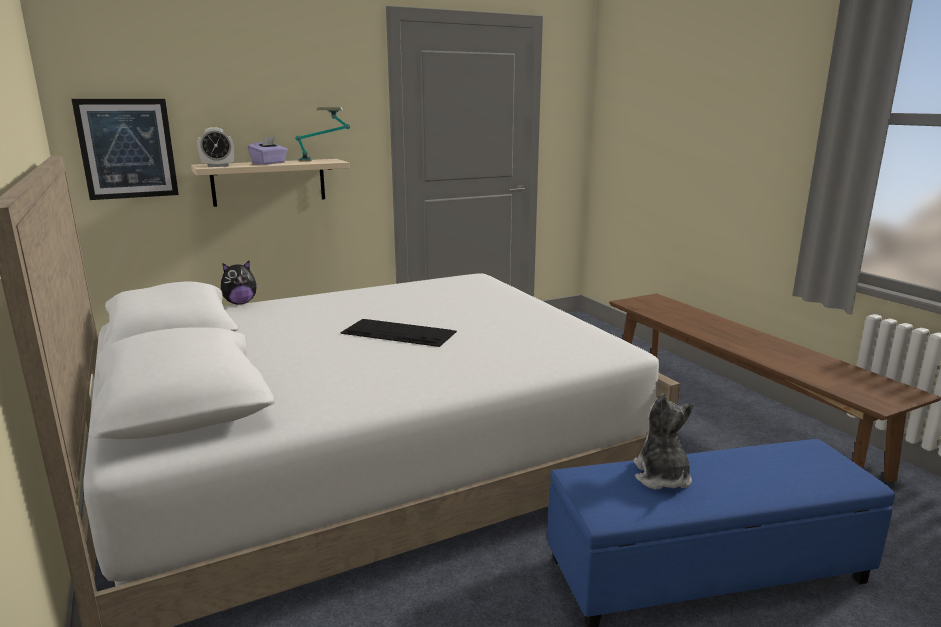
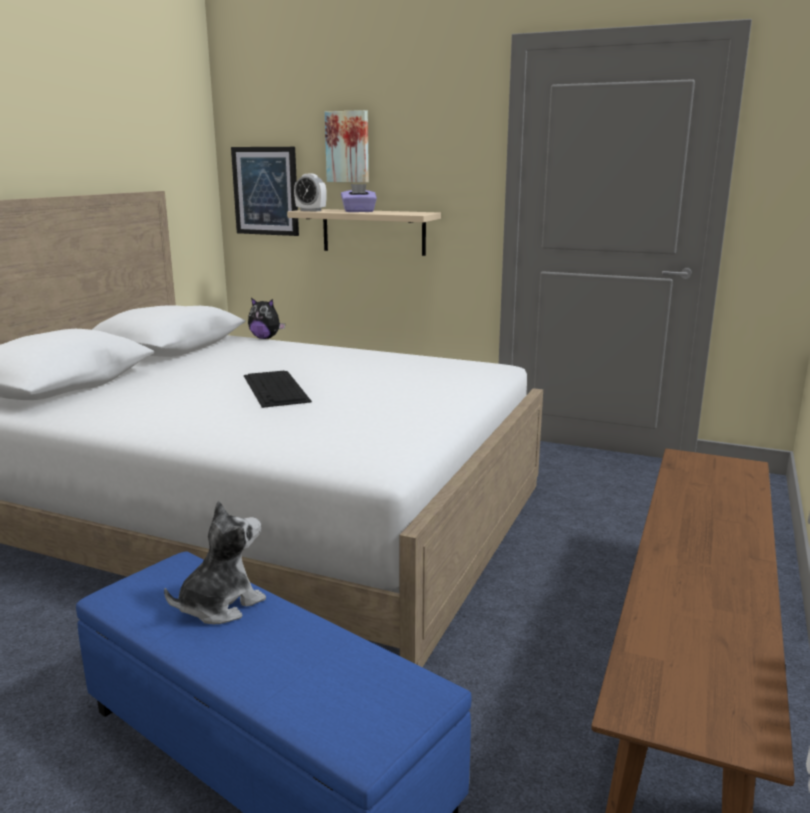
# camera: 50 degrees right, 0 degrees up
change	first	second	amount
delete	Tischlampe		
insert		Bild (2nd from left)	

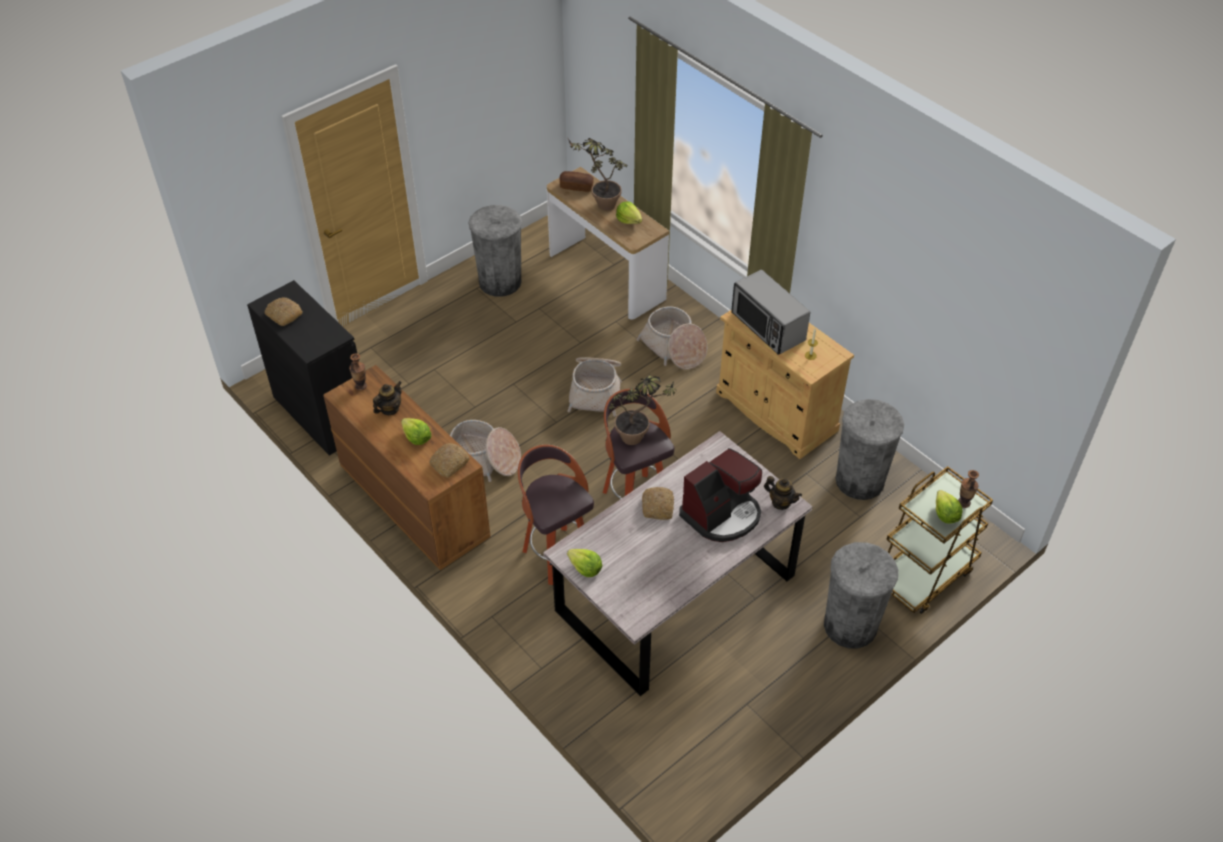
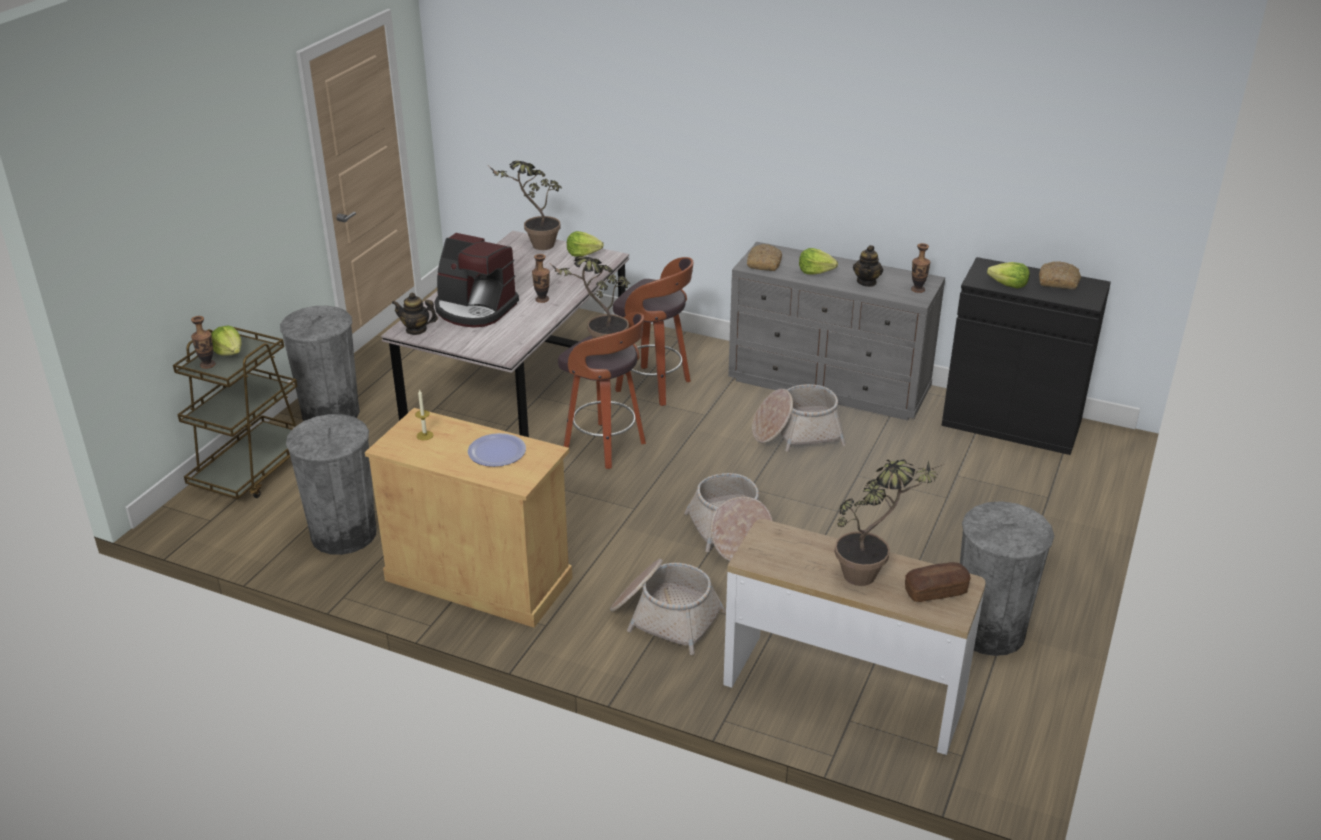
# camera: 155 degrees right, 15 degrees down
change	first	second	amount
insert		Topfpflanze (1st from left)	
move	Salatkopf (3rd from left in the first image)	Salatkopf (4th from left)	
replace	Brot (4th from left)	Vase (2nd from left)	
replace	Mikrowelle	Teller	
recolor	Kommode/braun	Kommode/grau	
rotate	Kaffeemaschine		90 degrees counterclockwise

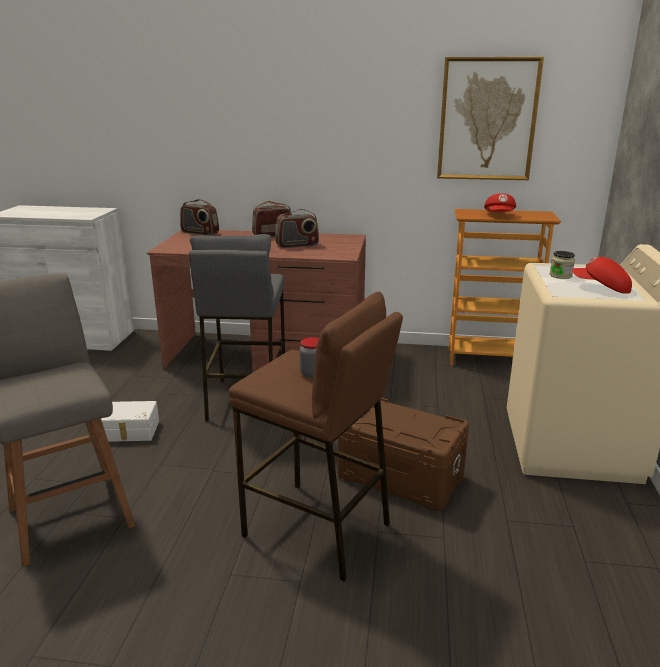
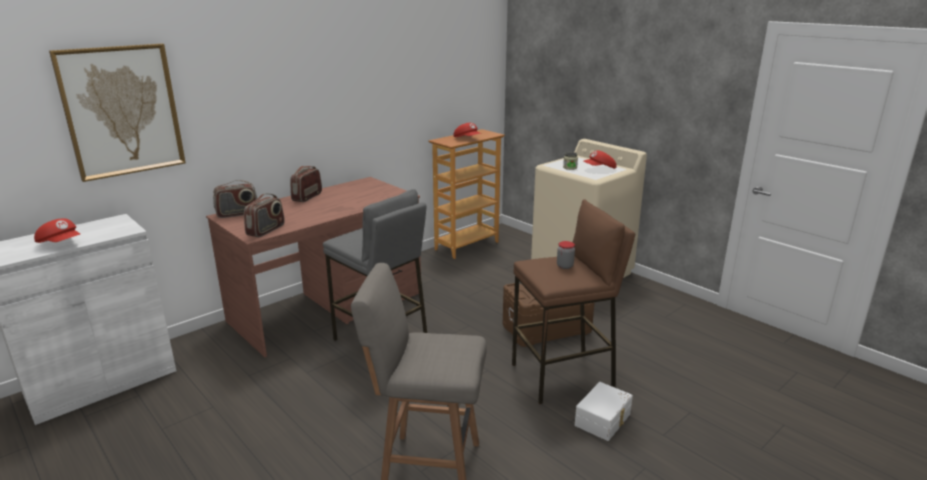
# camera: 50 degrees left, 0 degrees up
change	first	second	amount
insert		Kappe/rot (1st from left)	
move	Aufbewahrungsbox/weiß		
move	Radio (3rd from left in the first image)	Radio (2nd from left)	
move	Bild		

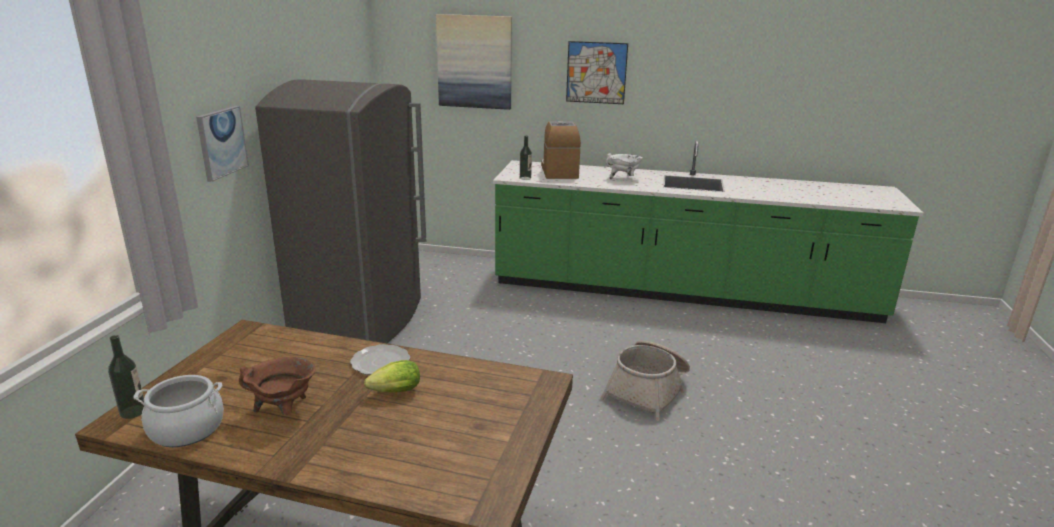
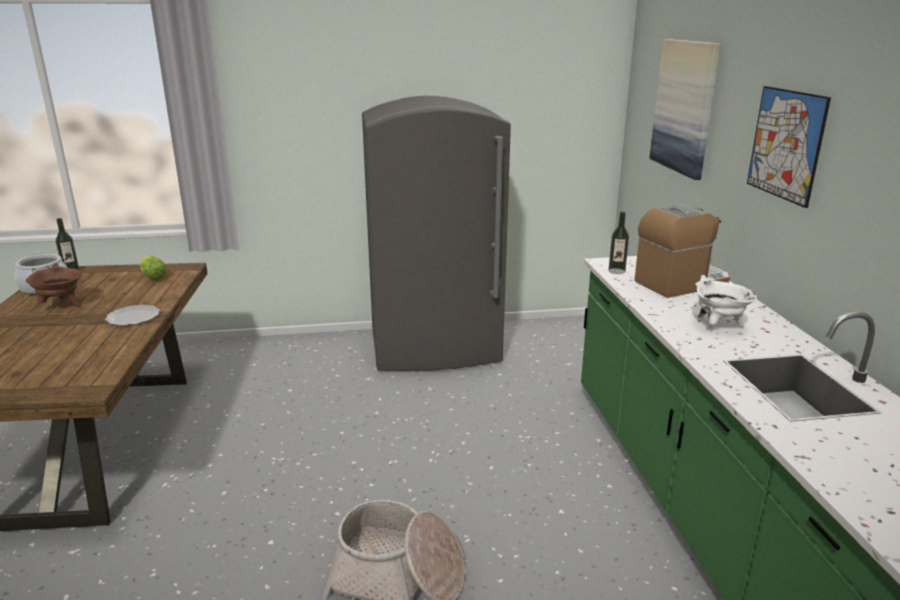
# camera: 70 degrees right, 0 degrees up
change	first	second	amount
delete	Bild (1st from left)		
move	Salatkopf		

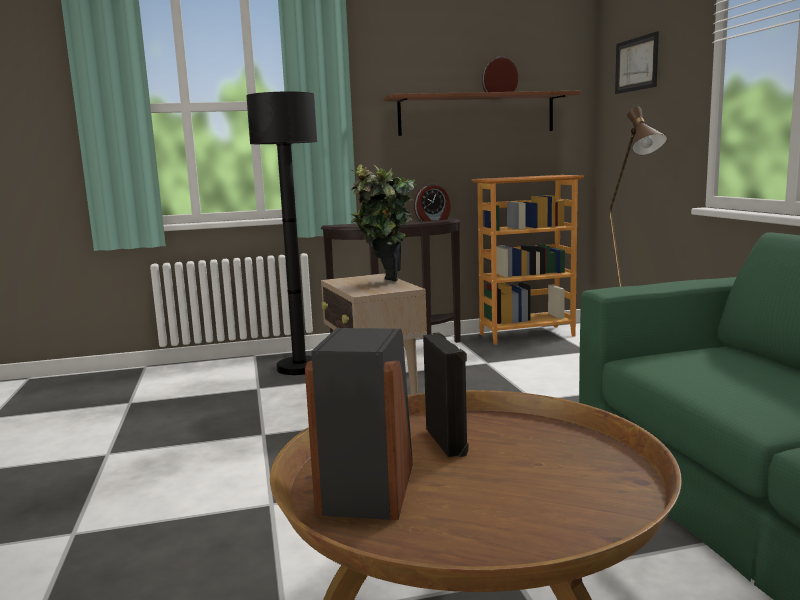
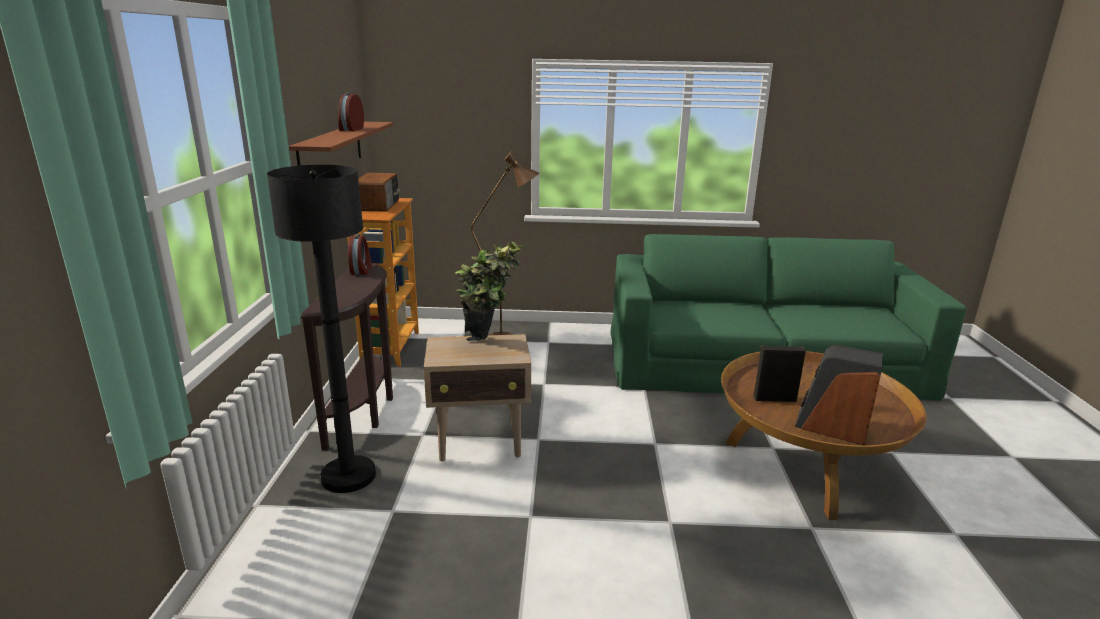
# camera: 75 degrees left, 10 degrees up
change	first	second	amount
delete	Bild		
insert		Radio	

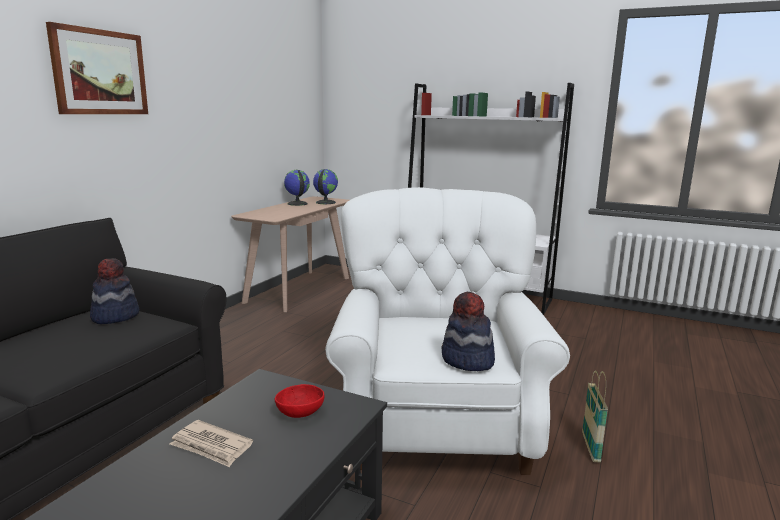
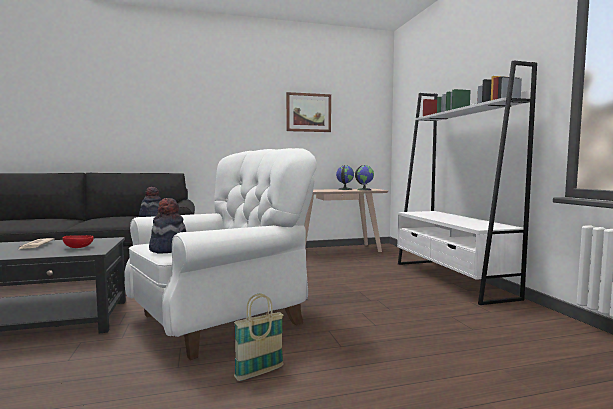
# camera: 50 degrees right, 10 degrees down
change	first	second	amount
move	Bild		

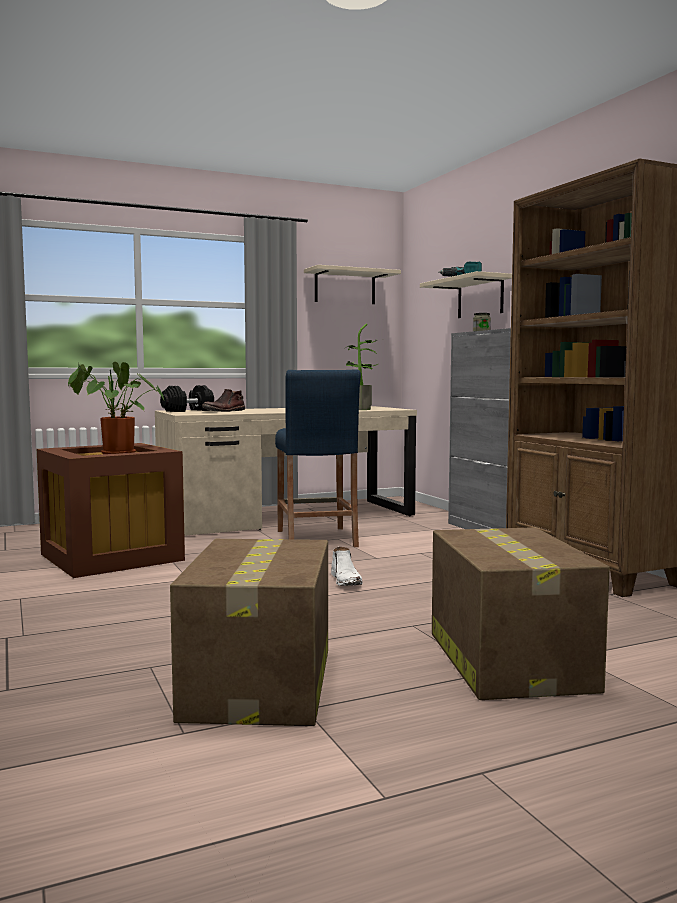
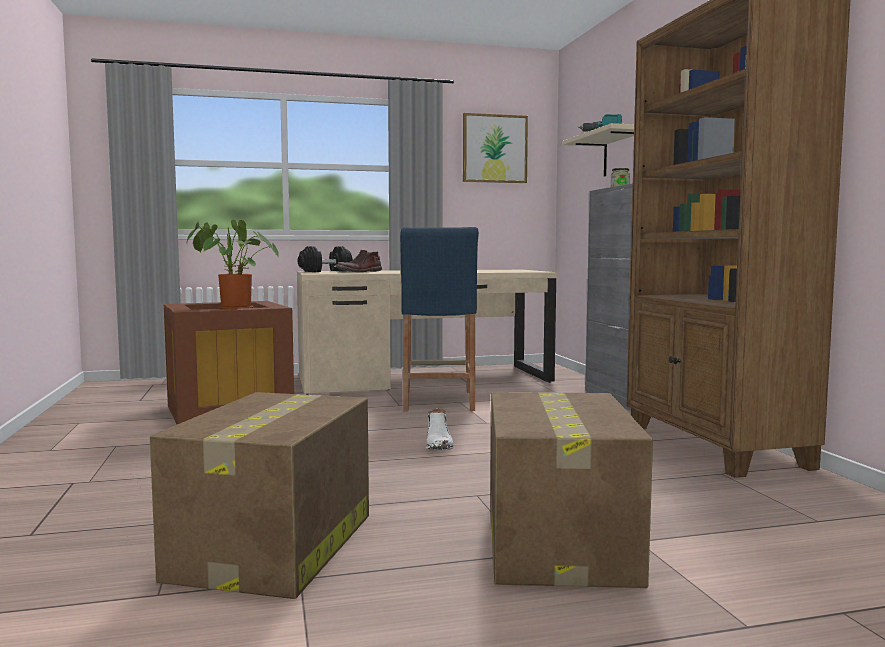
# camera: 10 degrees right, 0 degrees up
change	first	second	amount
delete	Topfpflanze (2nd from left)		
replace	Wandregal/beige (1st from left)	Bild	

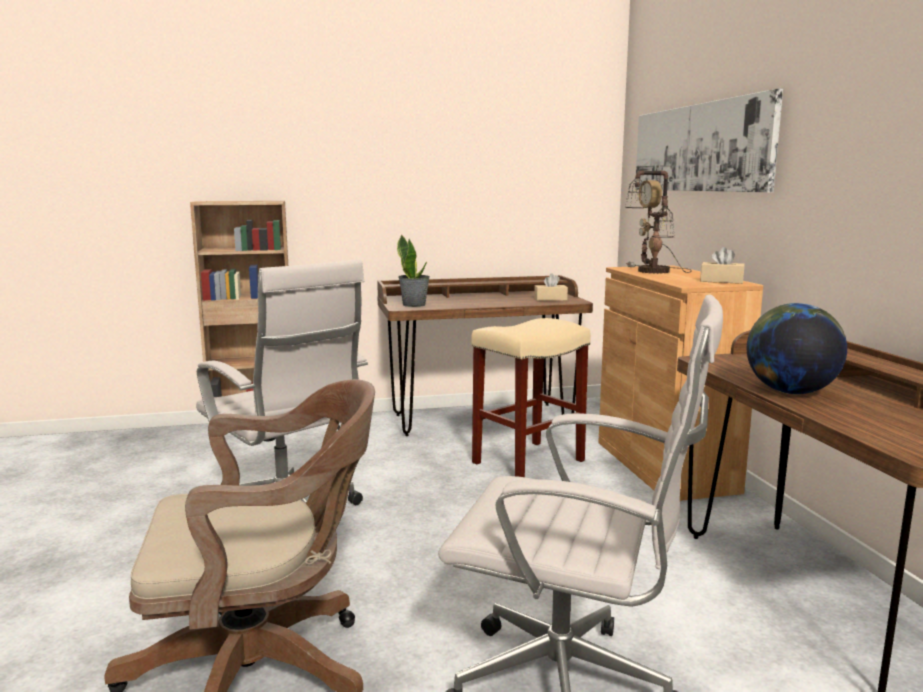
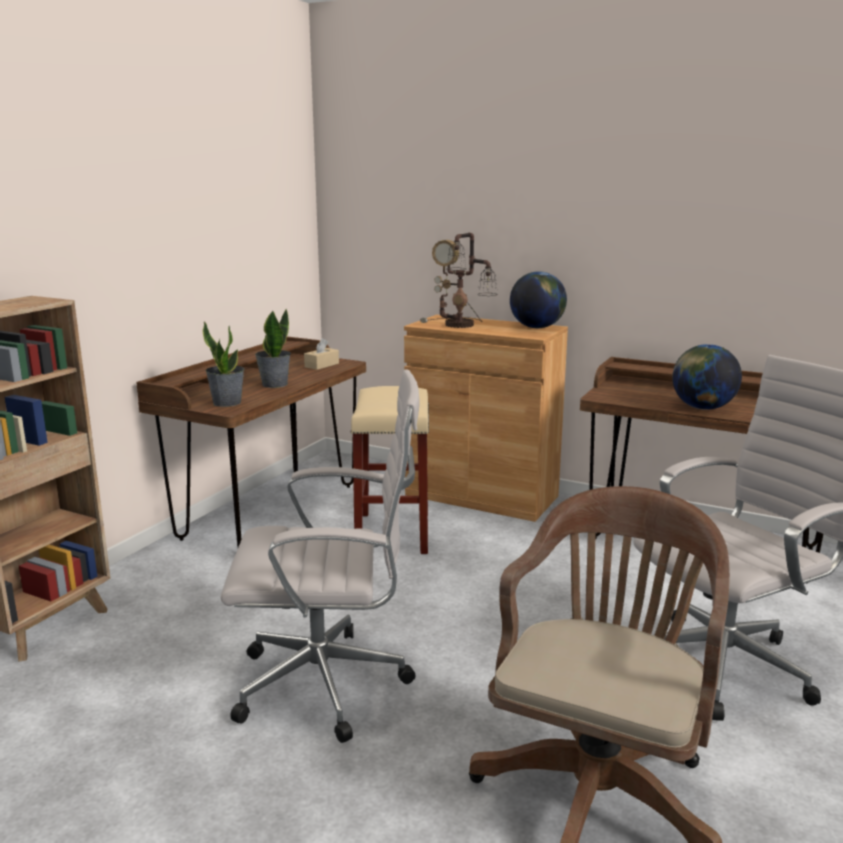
# camera: 50 degrees left, 5 degrees up
change	first	second	amount
delete	Bild		
insert		Topfpflanze (2nd from left)	
replace	Taschentuchbox/beige (2nd from left)	Globus (1st from left)	

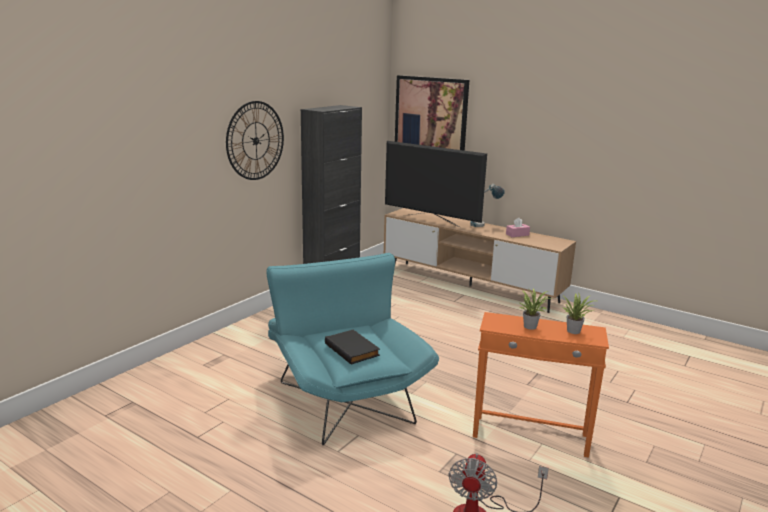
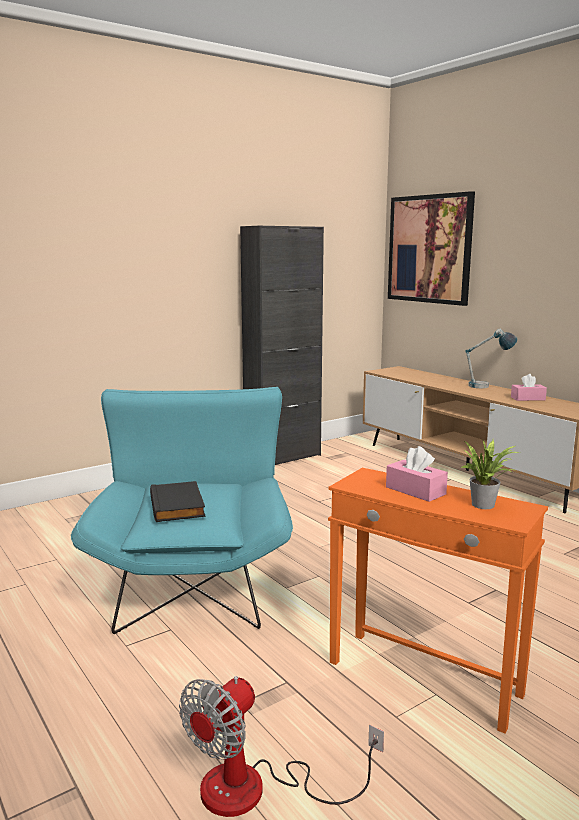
# camera: 20 degrees right, 5 degrees down
change	first	second	amount
delete	Wanduhr		
delete	Fernseher		
replace	Topfpflanze (1st from left)	Taschentuchbox/rosa (1st from left)	

